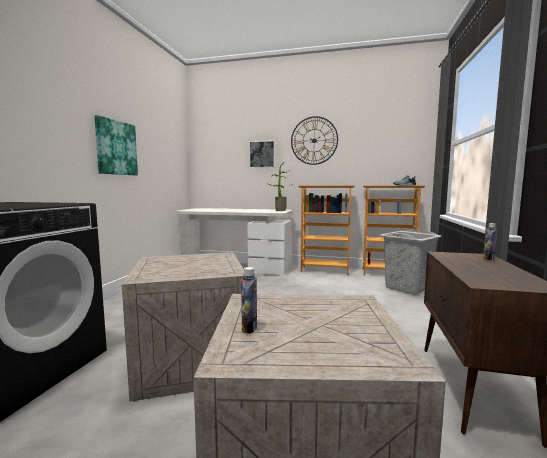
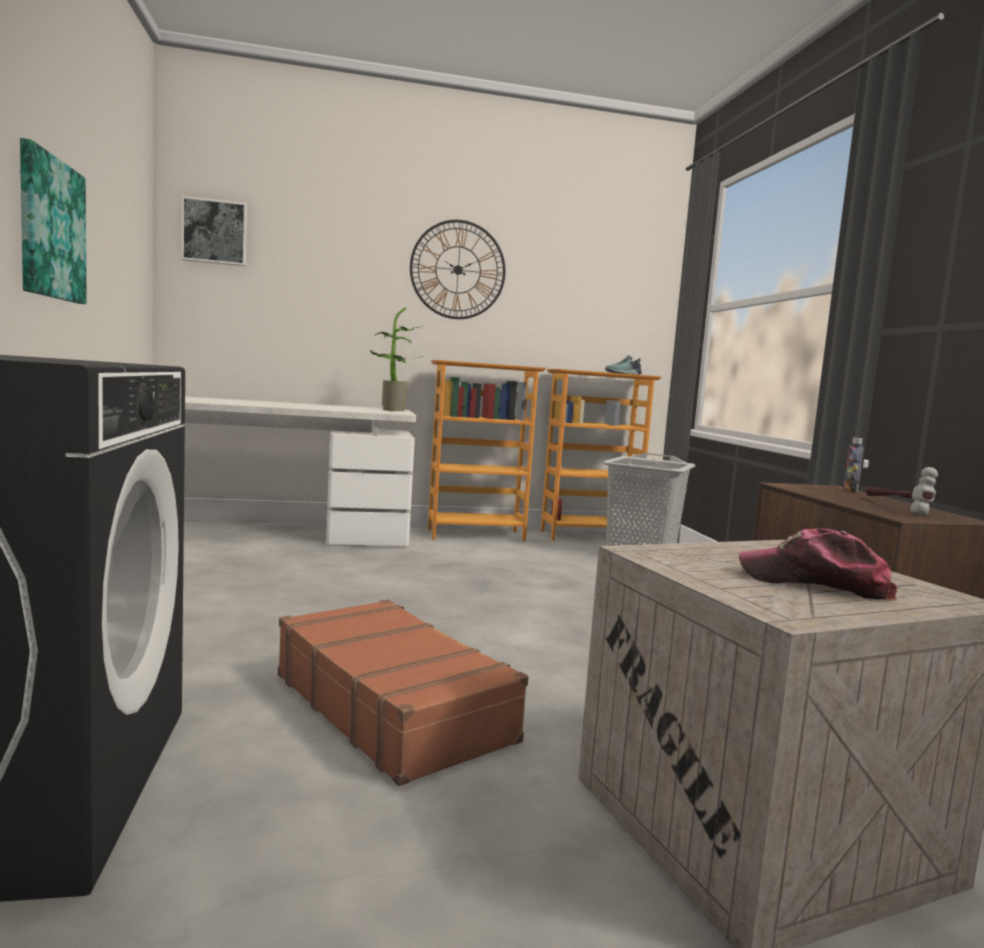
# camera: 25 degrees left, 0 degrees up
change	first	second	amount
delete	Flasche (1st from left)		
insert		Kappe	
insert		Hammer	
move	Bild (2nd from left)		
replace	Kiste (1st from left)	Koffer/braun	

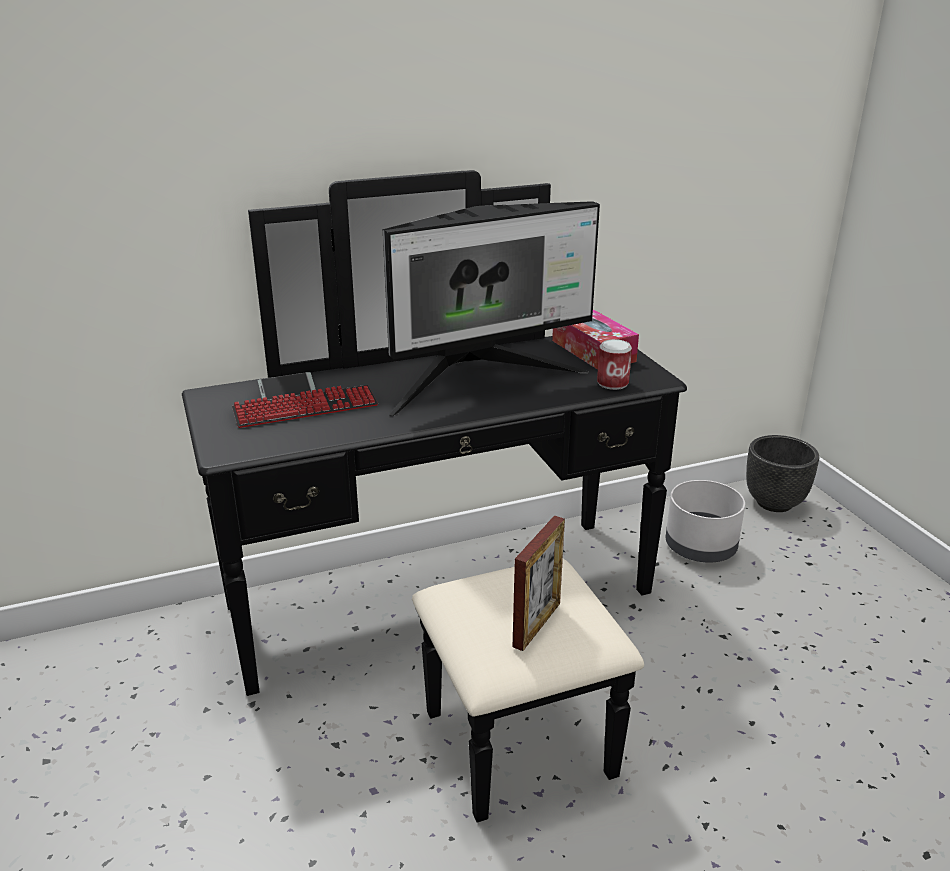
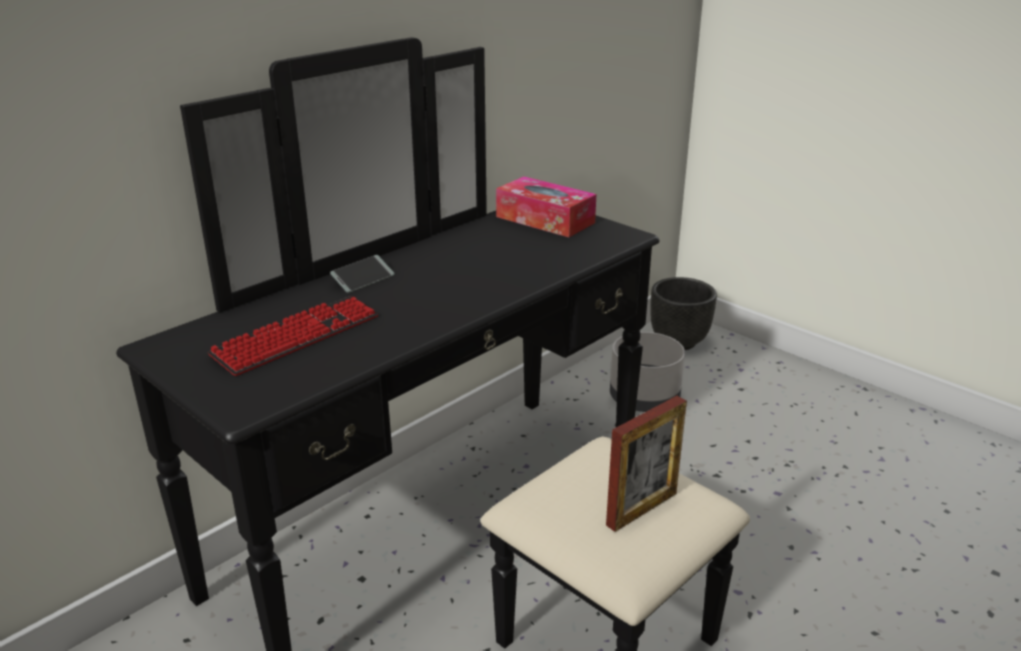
# camera: 25 degrees left, 0 degrees up
change	first	second	amount
delete	Monitor		
delete	Dose		
move	Handy		
rotate	Bilderrahmen		45 degrees clockwise

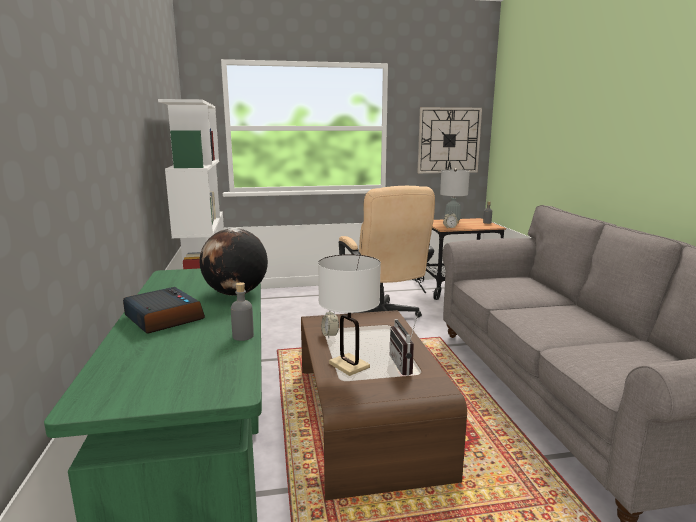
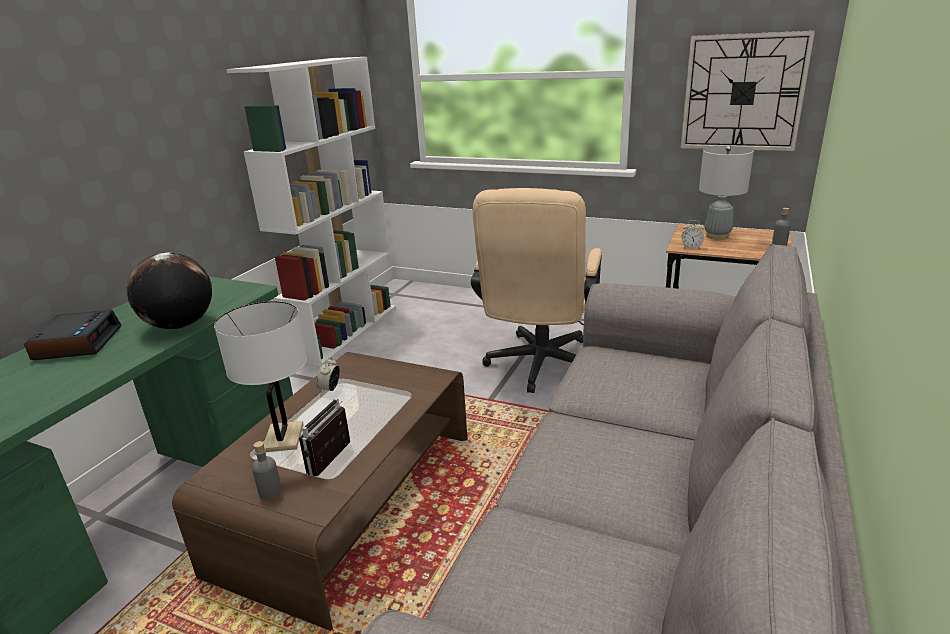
# camera: 35 degrees right, 10 degrees up
change	first	second	amount
move	Flasche/grau (1st from left)		

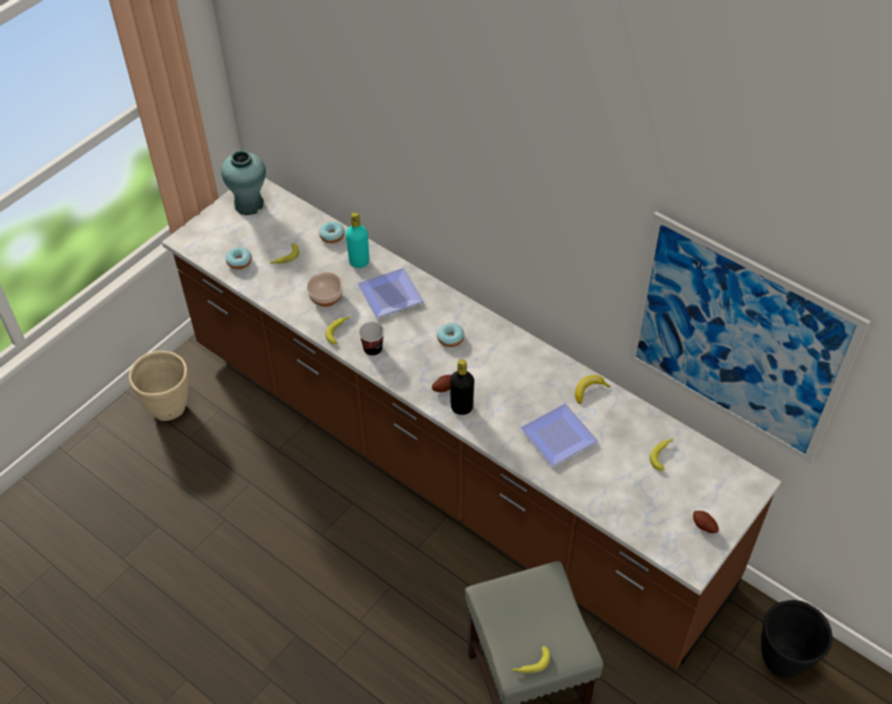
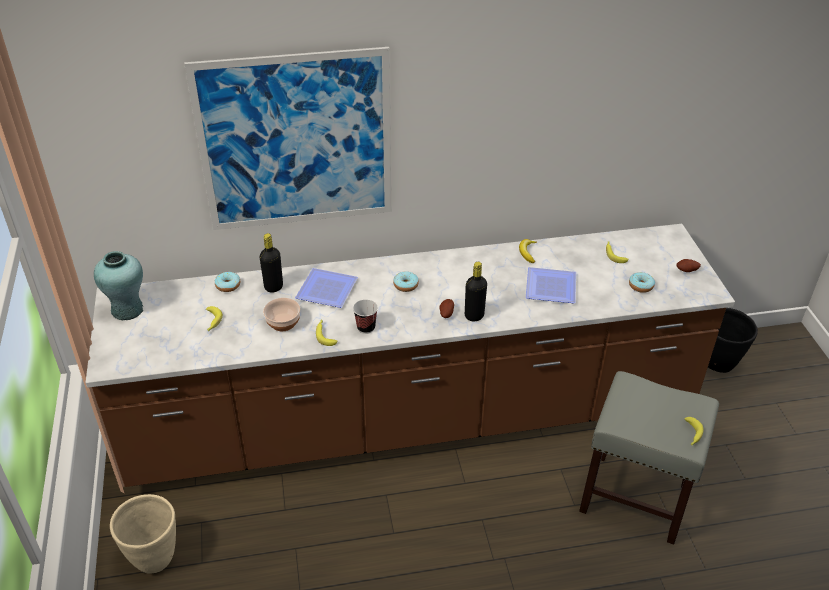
# camera: 50 degrees left, 10 degrees down
change	first	second	amount
move	Donut (1st from left in the first image)	Donut (3rd from left)	
move	Bild		
recolor	Flasche/türkis	Flasche/schwarz (1st from left)	

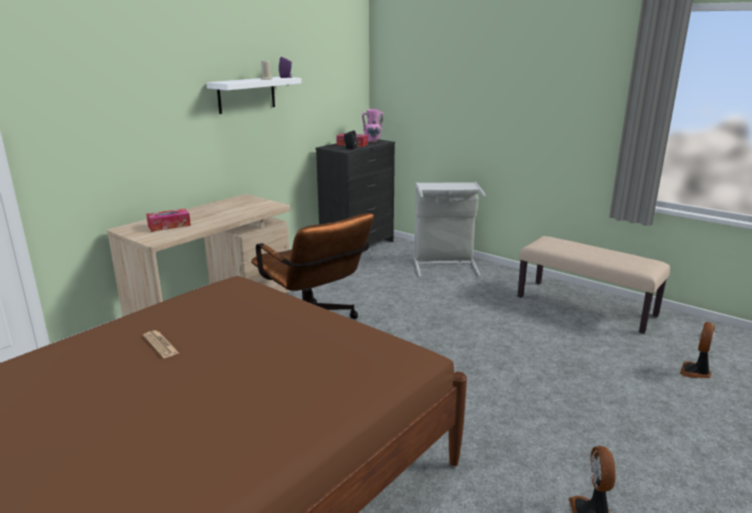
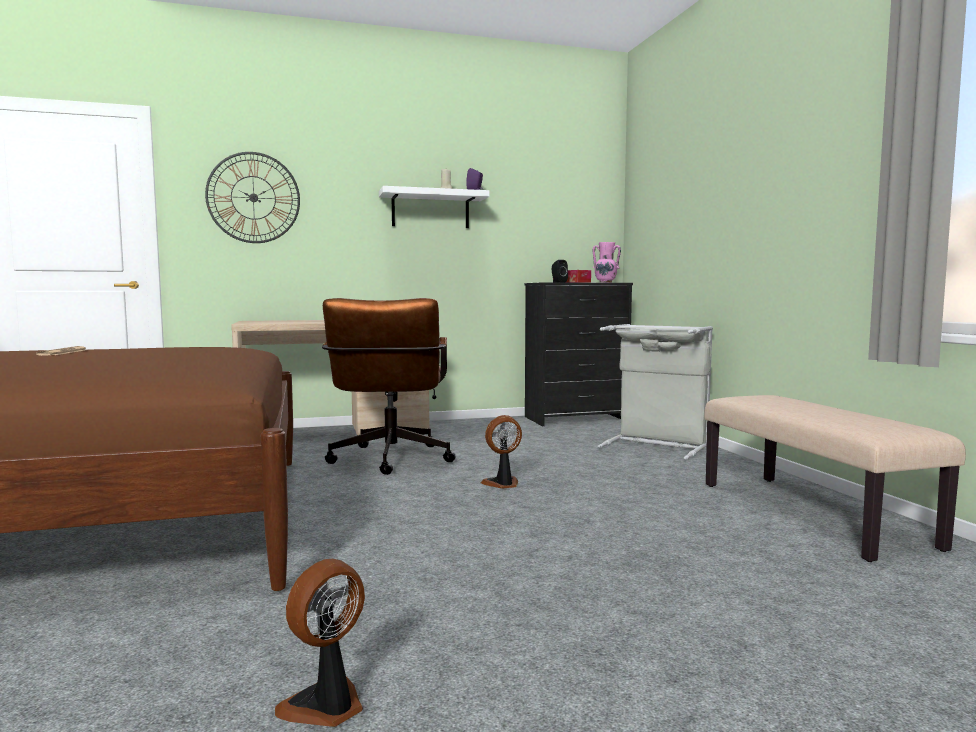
# camera: 35 degrees right, 15 degrees down
change	first	second	amount
delete	Taschentuchbox (1st from left)		
insert		Wanduhr	
move	Ventilator (2nd from left)		

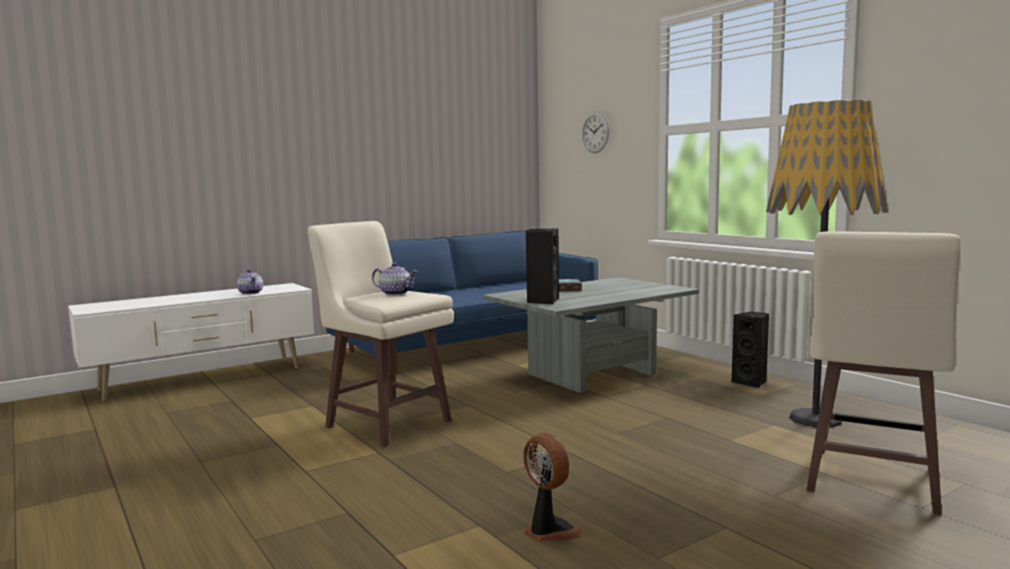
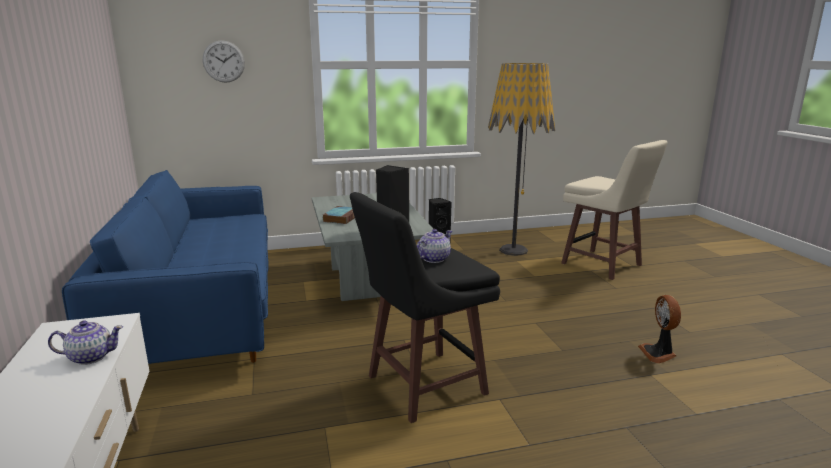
# camera: 70 degrees left, 10 degrees up
change	first	second	amount
recolor	Hocker/beige (1st from left)	Hocker/schwarz	
rotate	Ventilator		75 degrees counterclockwise

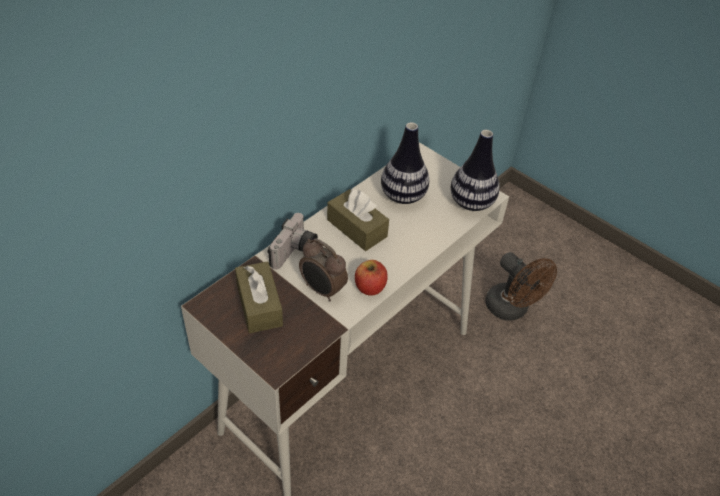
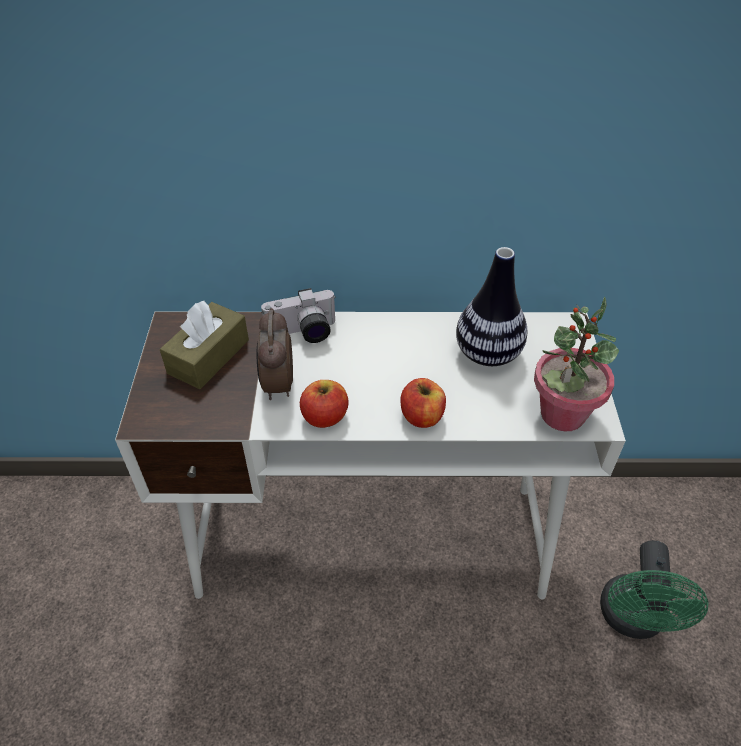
# camera: 50 degrees right, 0 degrees up
change	first	second	amount
delete	Taschentuchbox/braun (2nd from left)		
insert		Apfel (2nd from left)	
replace	Vase (2nd from left)	Topfpflanze	
recolor	Ventilator/braun	Ventilator/grün	

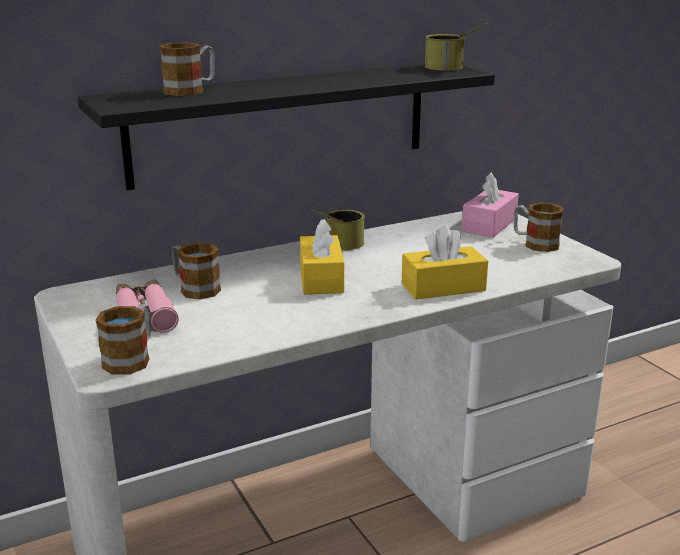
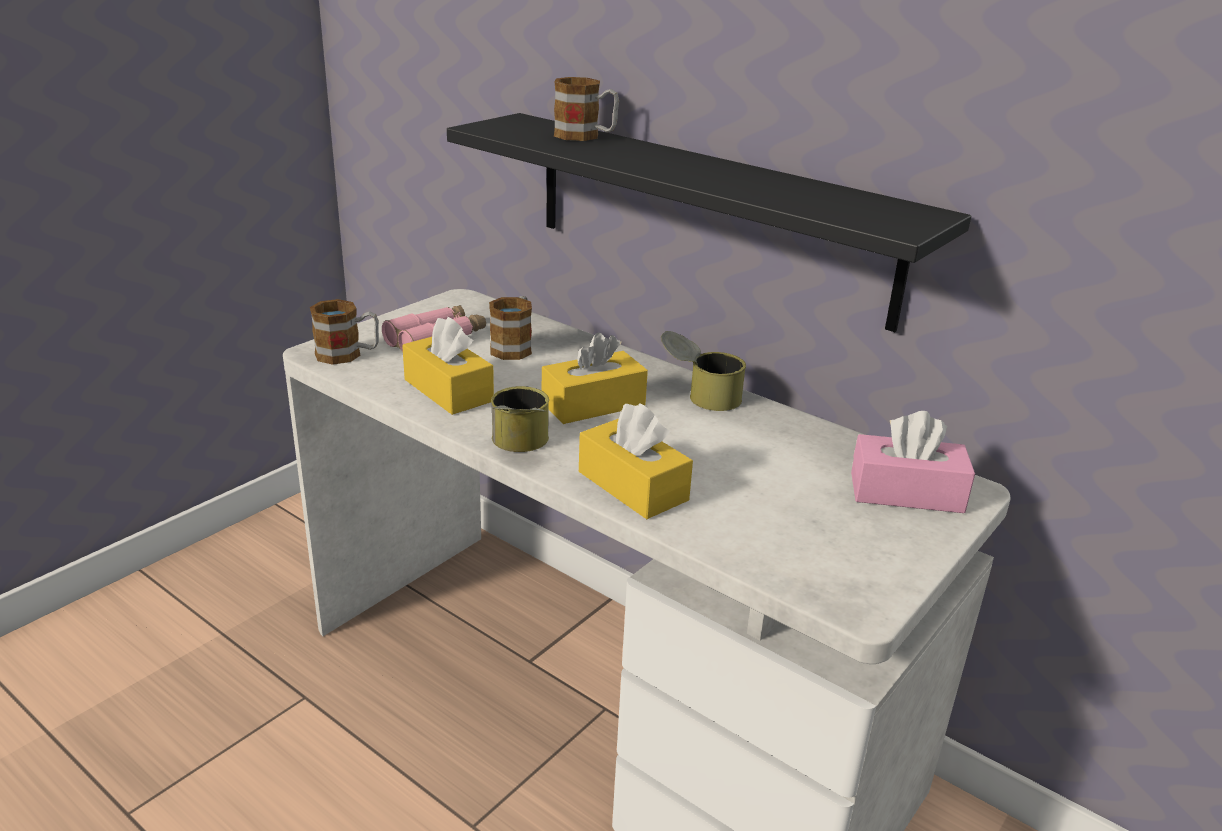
# camera: 65 degrees right, 5 degrees up
change	first	second	amount
delete	Henkelbecher (4th from left)		
insert		Taschentuchbox/gelb (1st from left)	
move	Dose (2nd from left in the first image)	Dose (1st from left)	

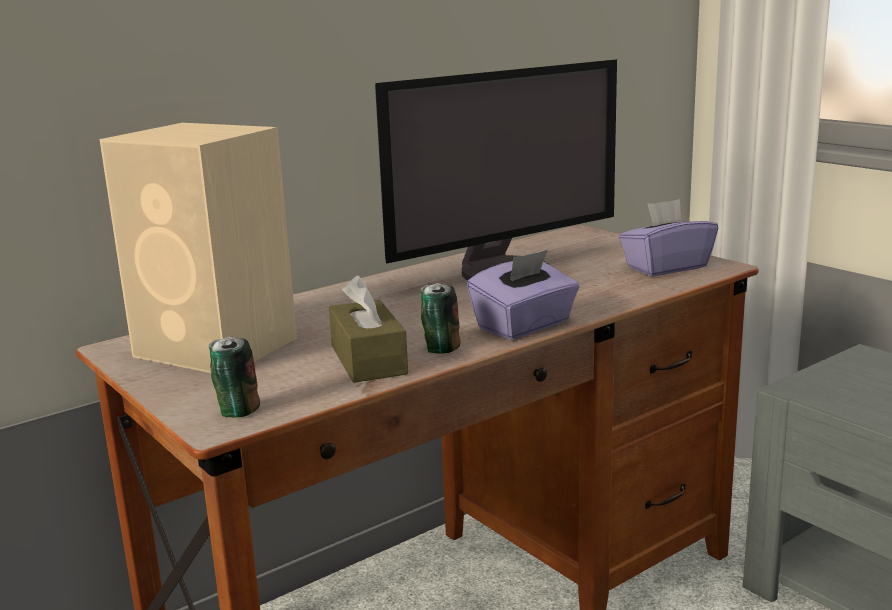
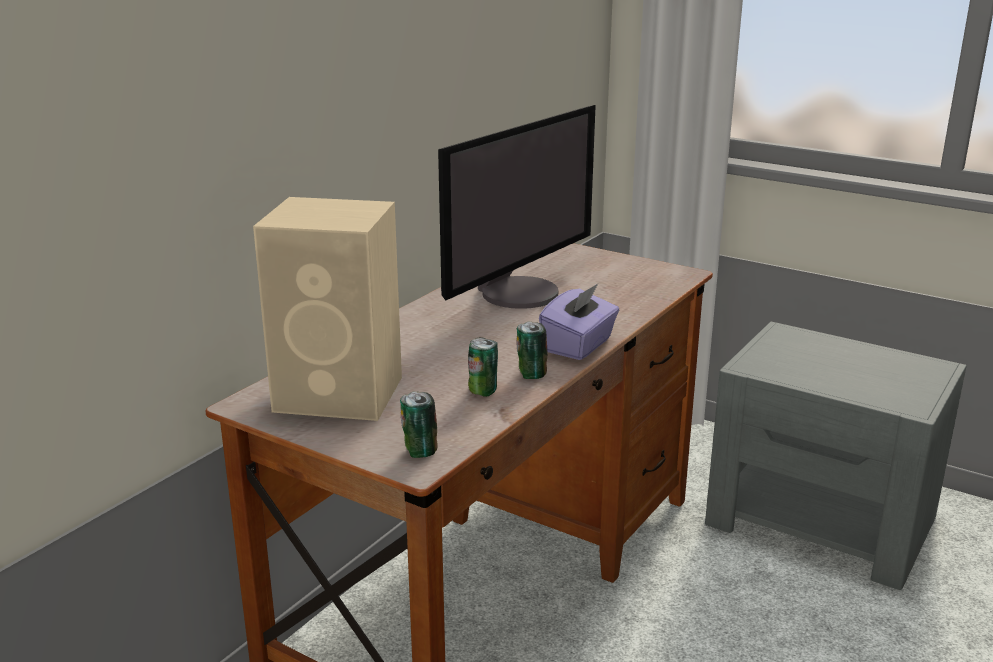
# camera: 20 degrees left, 5 degrees up
change	first	second	amount
delete	Taschentuchbox/lila (2nd from left)		
replace	Taschentuchbox/braun	Dose (2nd from left)	

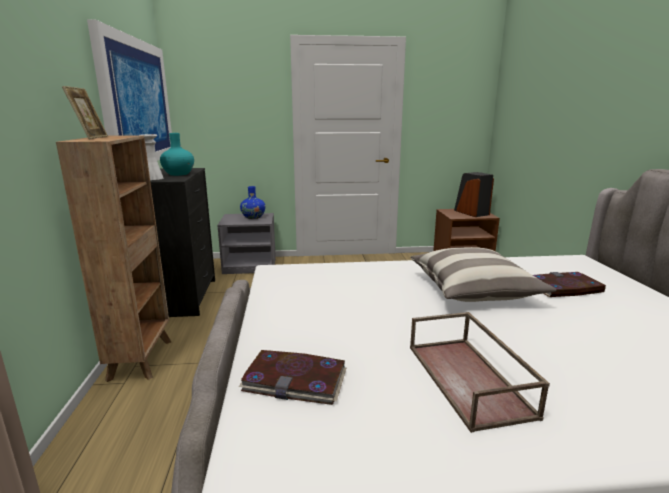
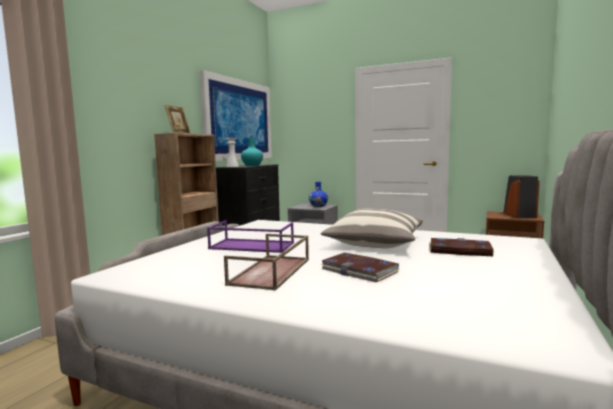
# camera: 30 degrees right, 10 degrees down
change	first	second	amount
insert		Tablett/lila	
move	Buch (1st from left)		

